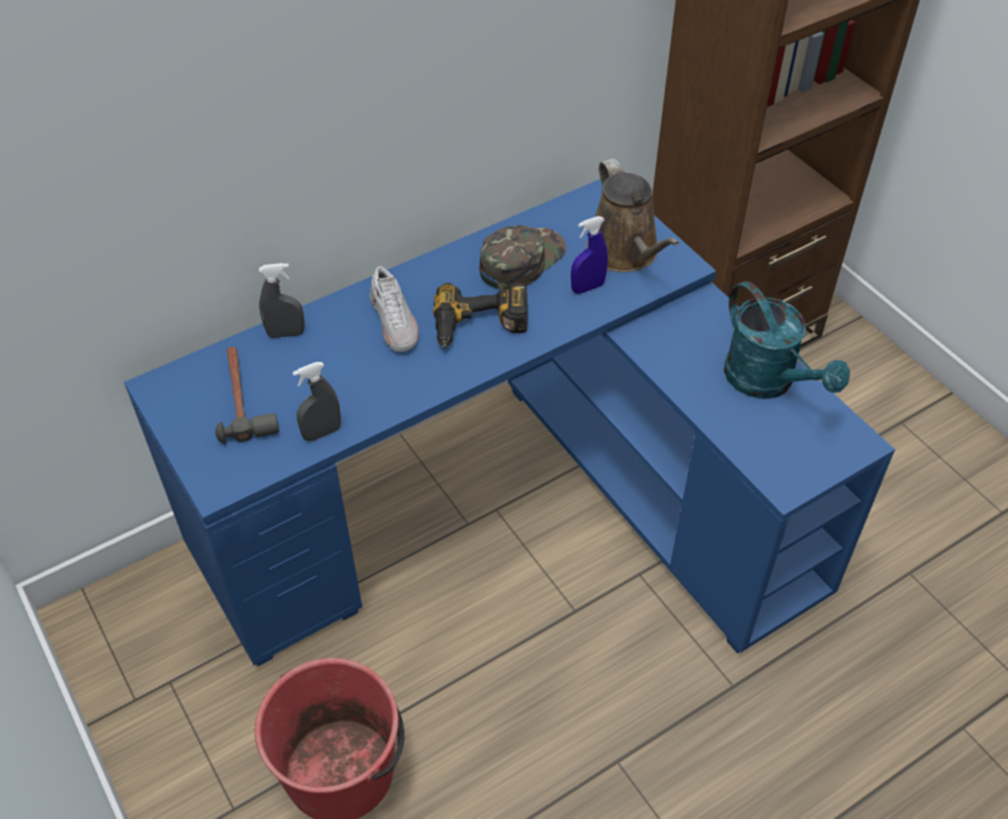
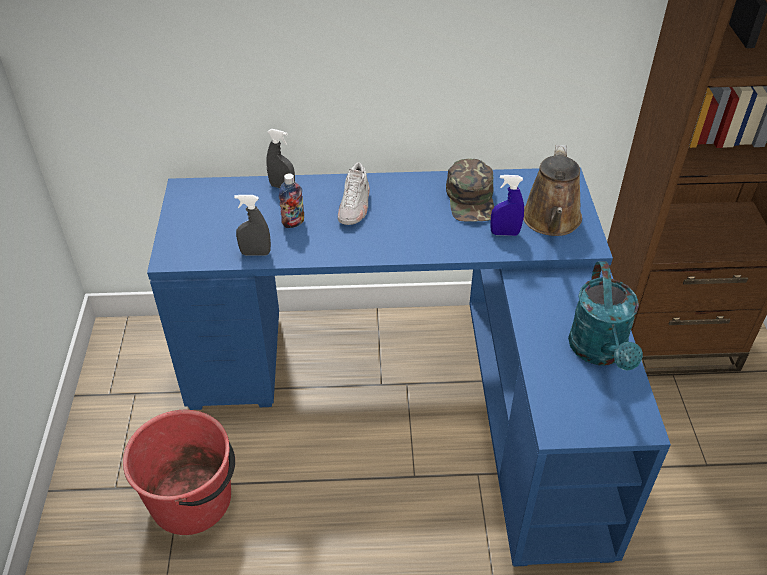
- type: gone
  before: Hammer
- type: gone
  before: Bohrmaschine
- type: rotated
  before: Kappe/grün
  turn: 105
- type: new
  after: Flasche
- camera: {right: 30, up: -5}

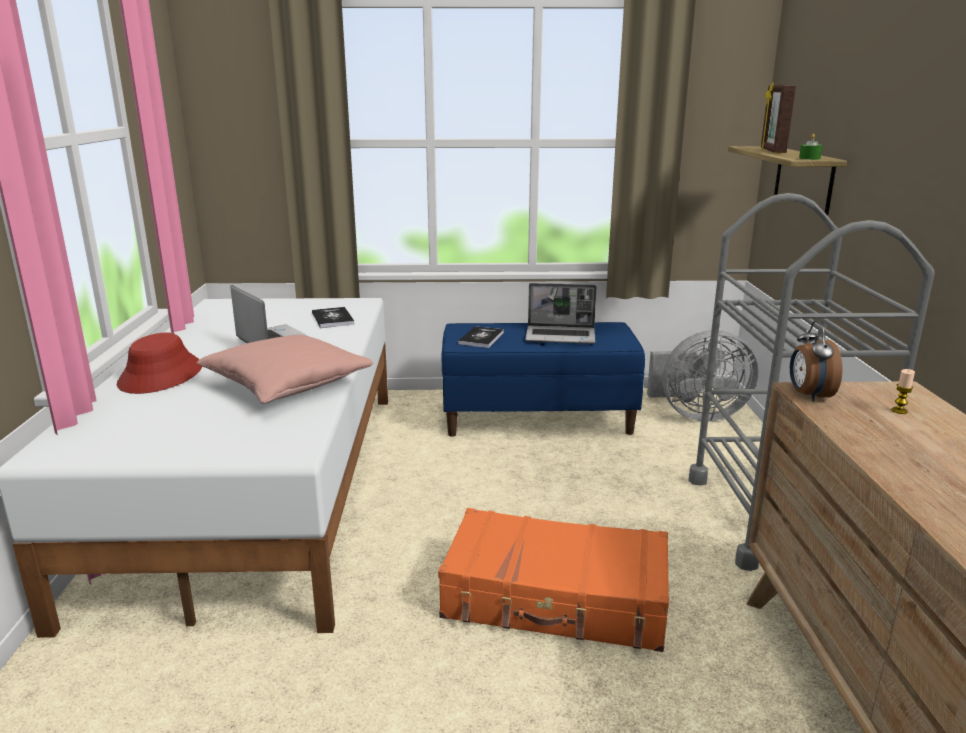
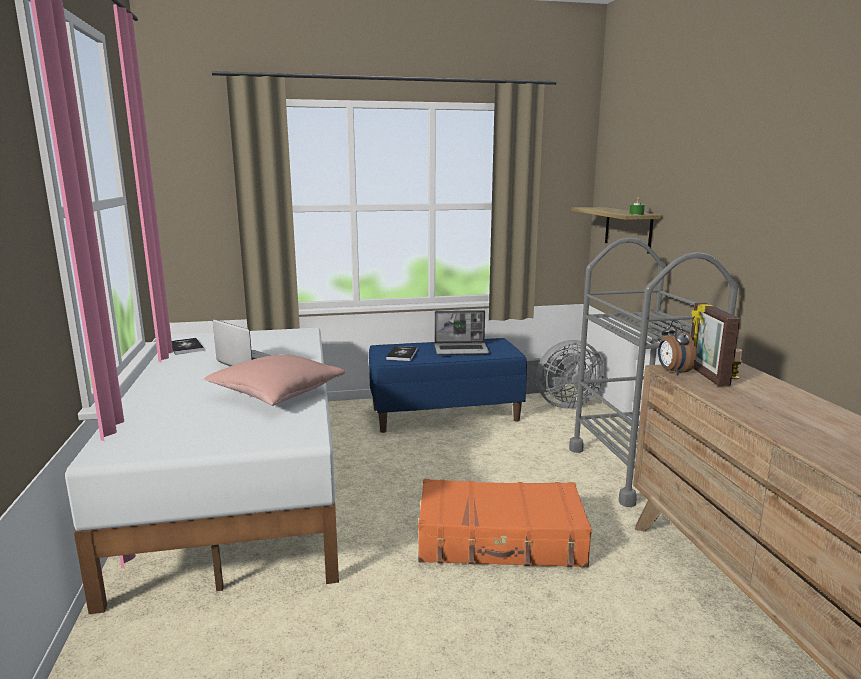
- type: gone
  before: Hut/rot
- type: shifted
  before: Buch (no. 1 from left)
- type: shifted
  before: Bilderrahmen
- camera: {right: -10, up: -5}

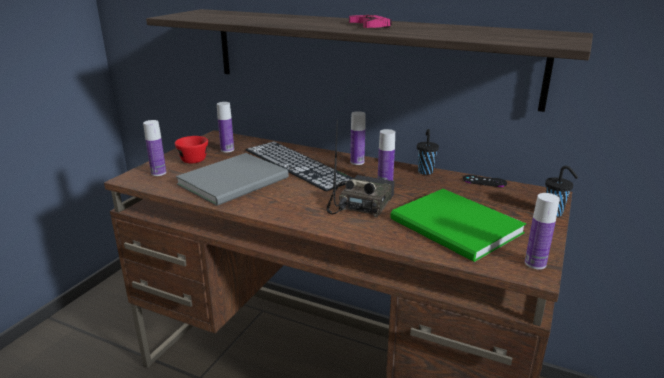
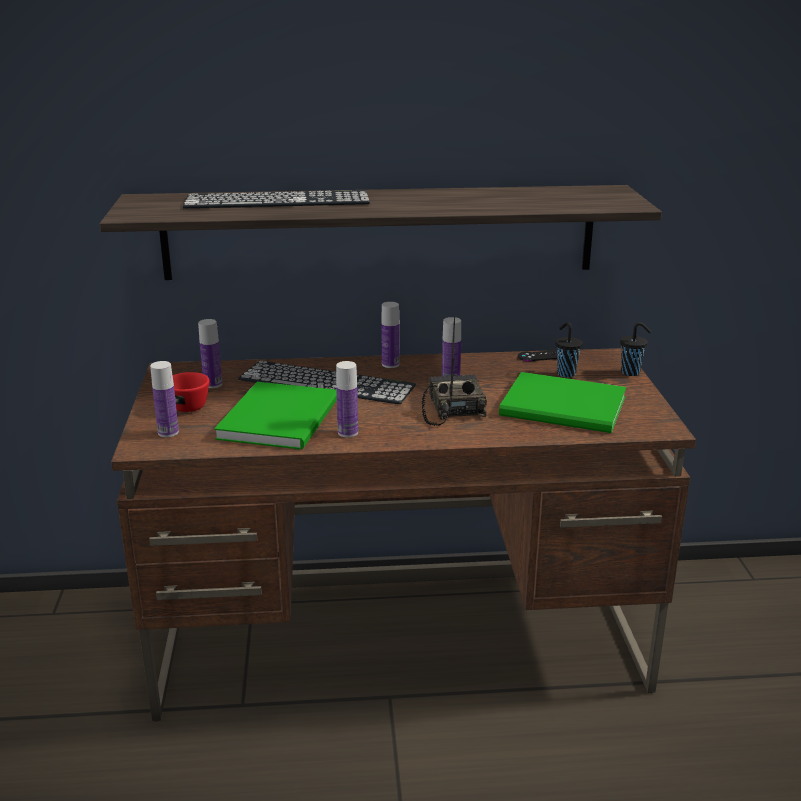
- type: repainted
  before: Buch/grau
  after: Buch/grün (no. 1 from left)
- type: gone
  before: Gamepad/rosa
- type: shifted
  before: Tasse/schwarz (no. 1 from left)
- type: shifted
  before: Flasche (no. 5 from left in the first image)
  after: Flasche (no. 3 from left)
- type: new
  after: Tastatur (no. 1 from left)
- camera: {right: -30, up: 0}

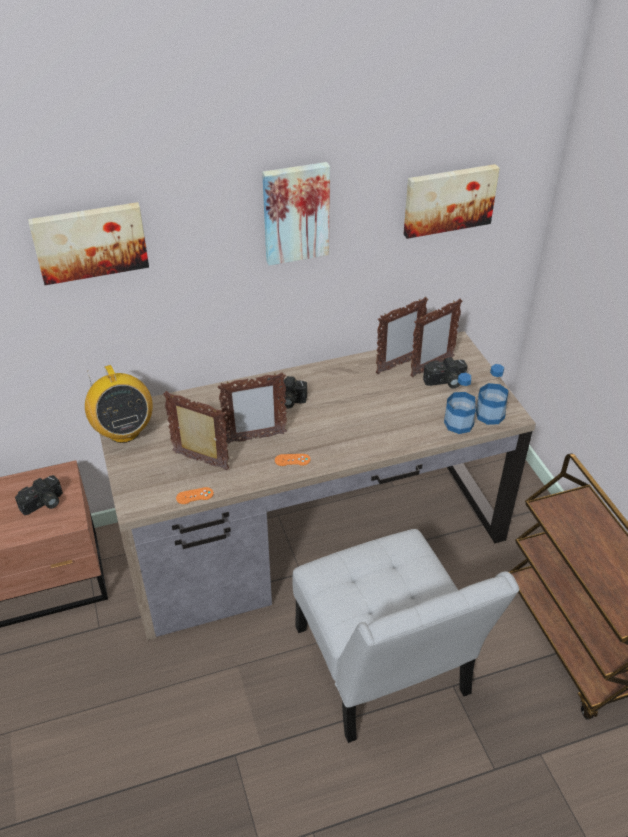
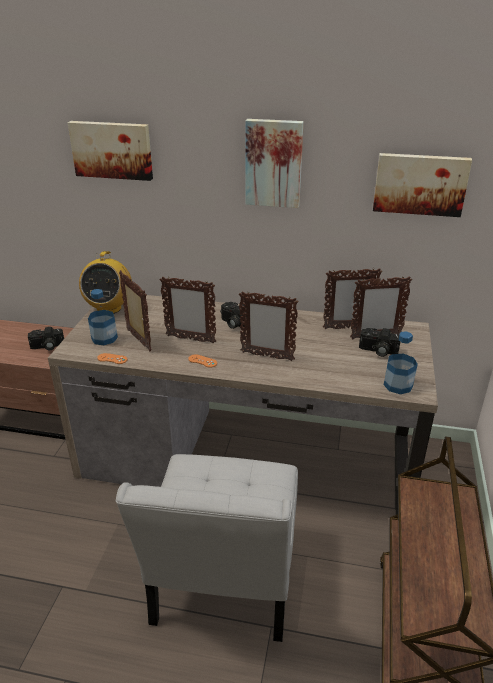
- type: shifted
  before: Flasche (no. 1 from left)
- type: new
  after: Bilderrahmen (no. 3 from left)
- camera: {right: 30, up: -10}

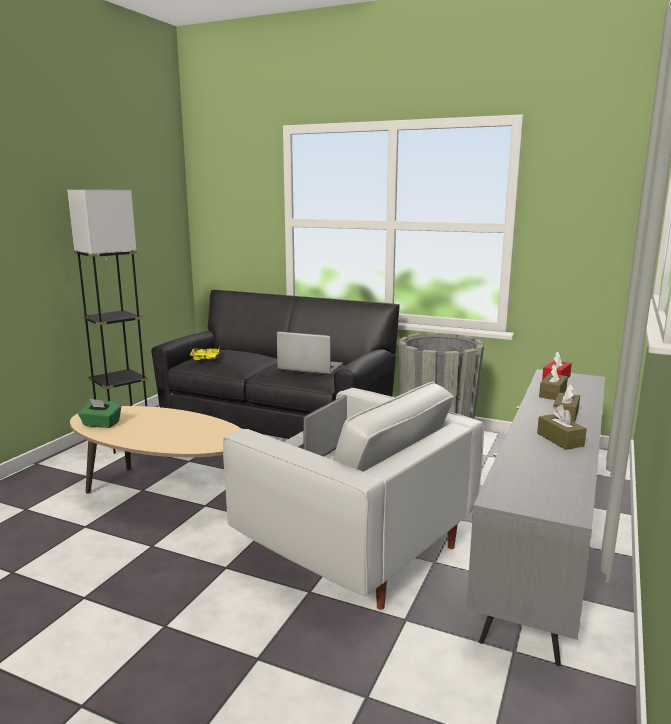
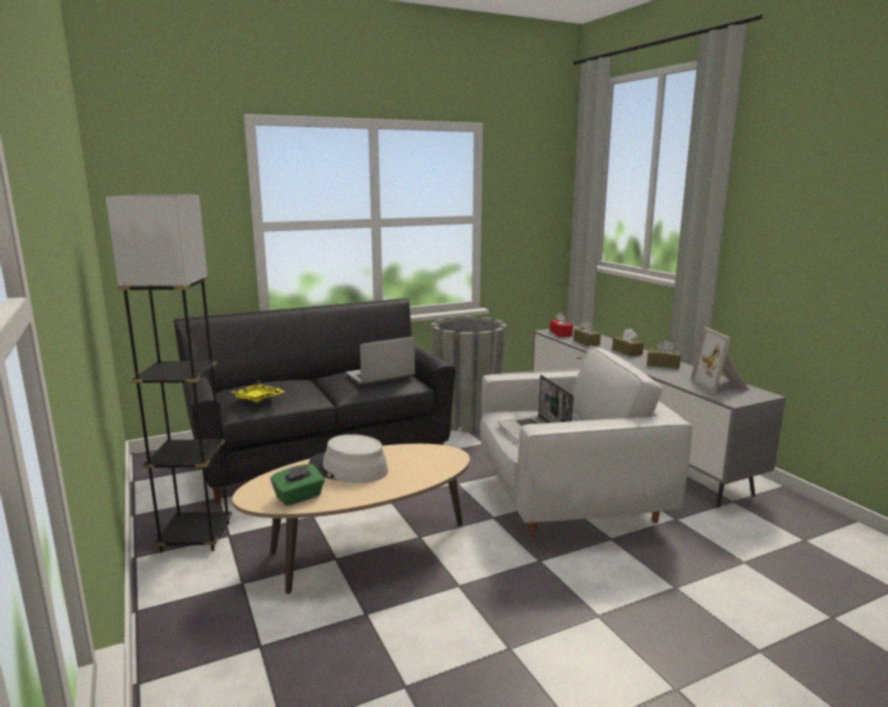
- type: new
  after: Hut/grau
- type: new
  after: Bilderrahmen
- camera: {right: -50, up: 0}

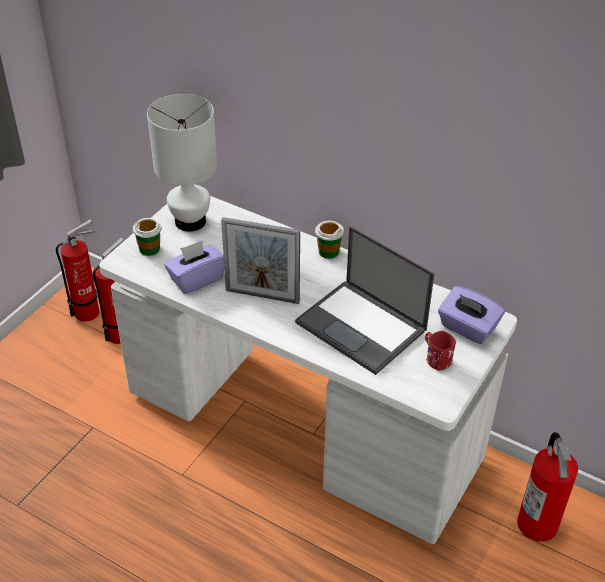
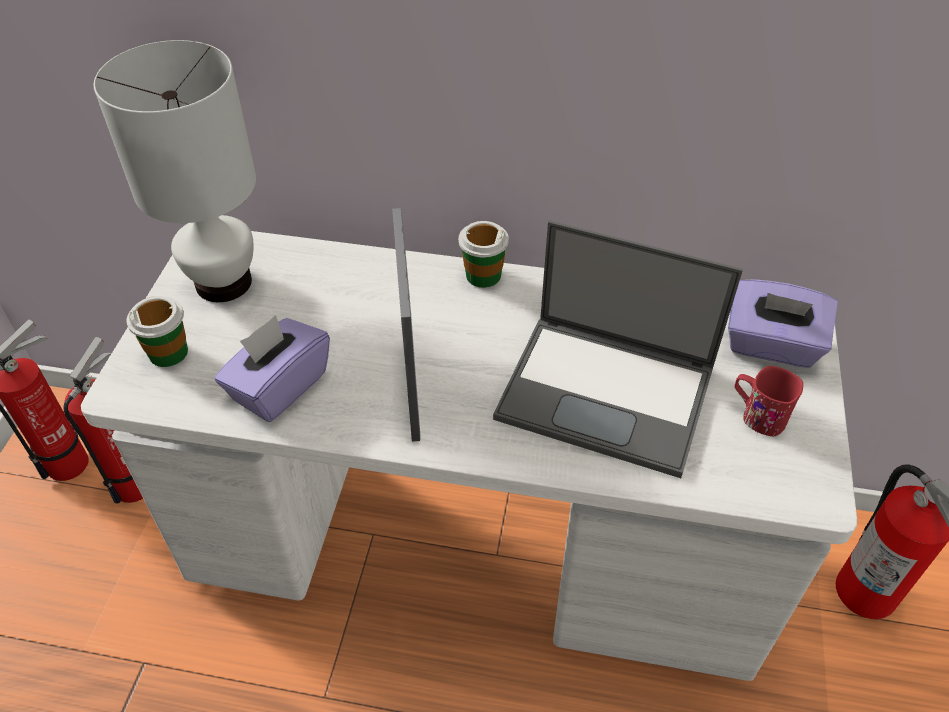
- type: rotated
  before: Bilderrahmen
  turn: -90
- camera: {right: -20, up: 5}

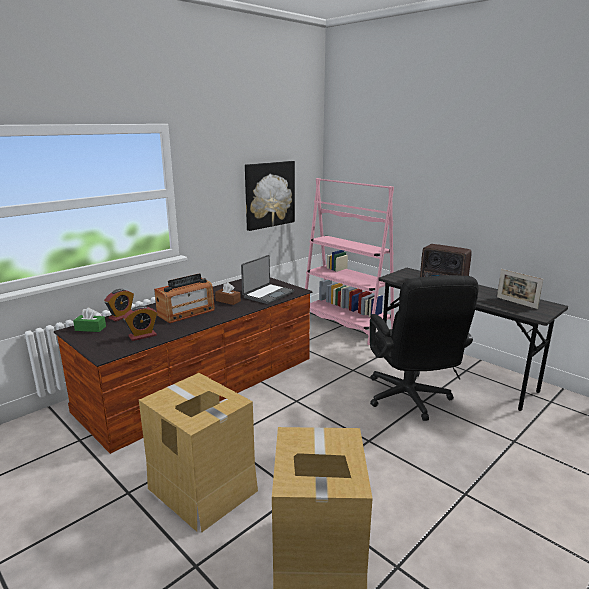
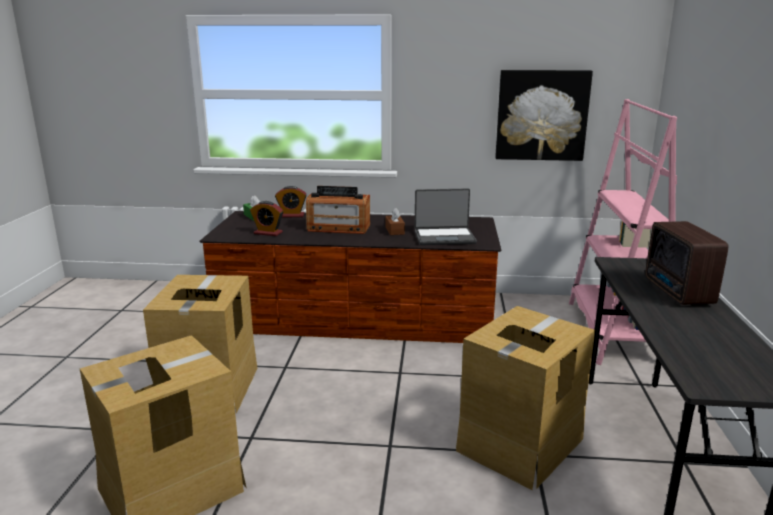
- type: swapped
  before: Bürostuhl/schwarz
  after: Karton (no. 3 from left)
- type: gone
  before: Bilderrahmen
- camera: {right: 50, up: 0}

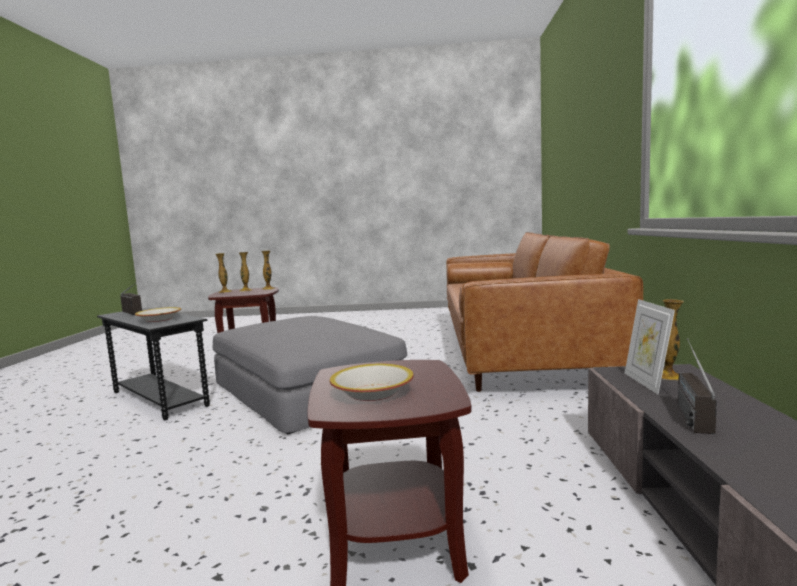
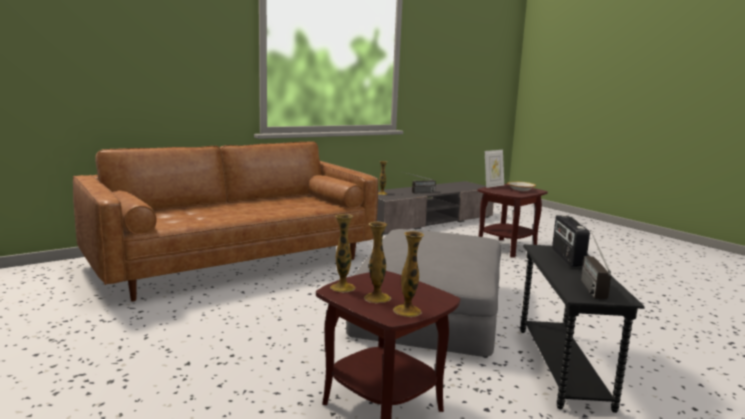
- type: swapped
  before: Schüssel (no. 1 from left)
  after: Radio (no. 2 from left)
- type: shifted
  before: Bilderrahmen
- camera: {right: -130, up: 5}

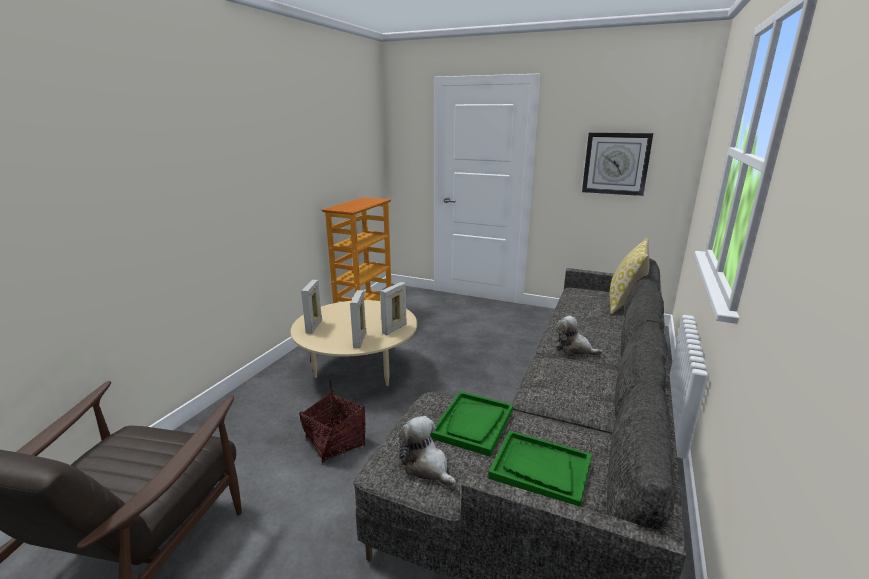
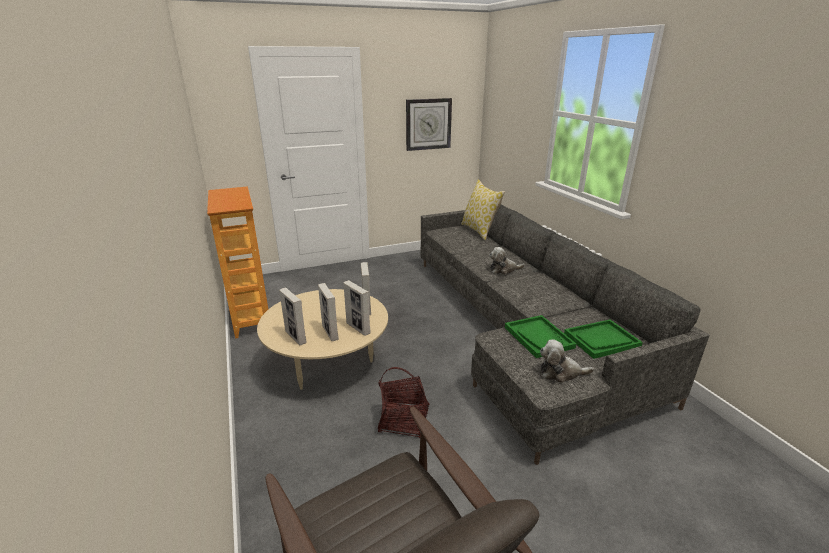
- type: new
  after: Bilderrahmen (no. 2 from left)
- camera: {right: -45, up: 5}

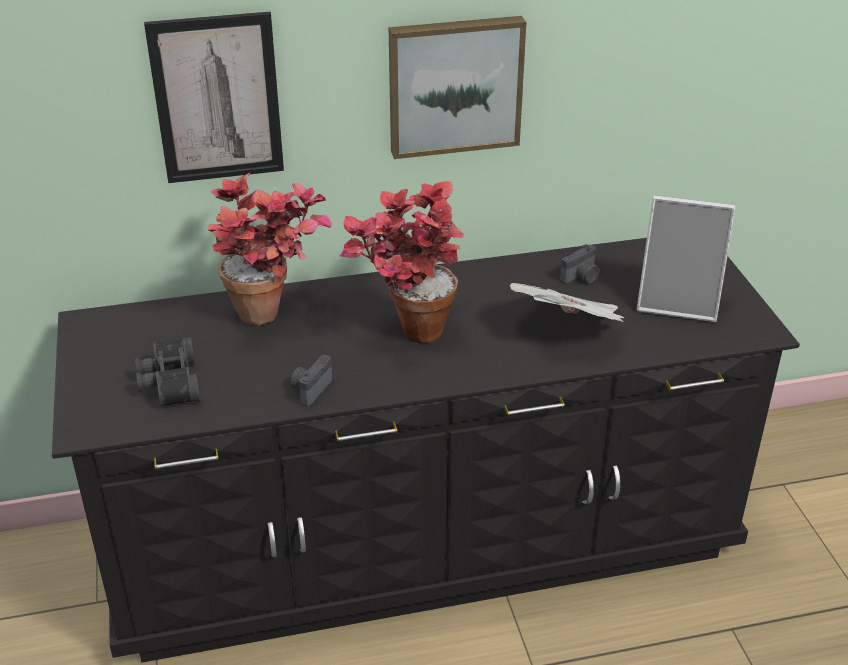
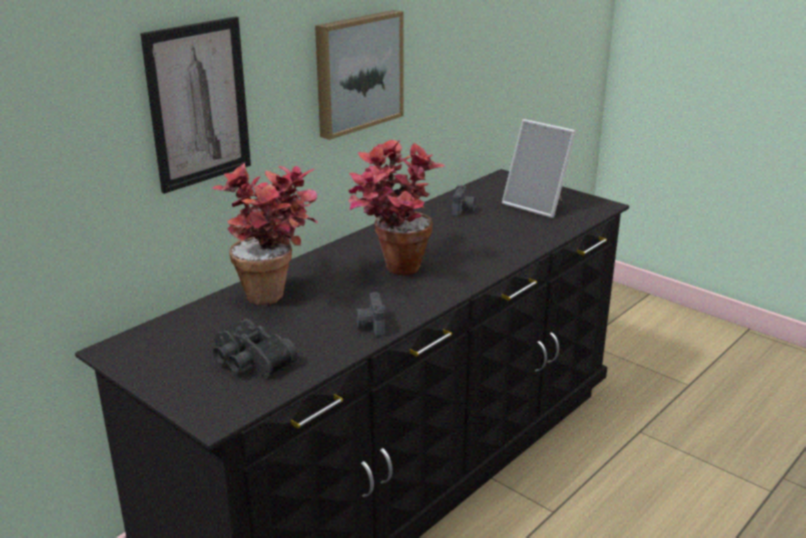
- type: gone
  before: Zeitung
- type: rotated
  before: Bilderrahmen
  turn: 60
- camera: {right: -35, up: -10}

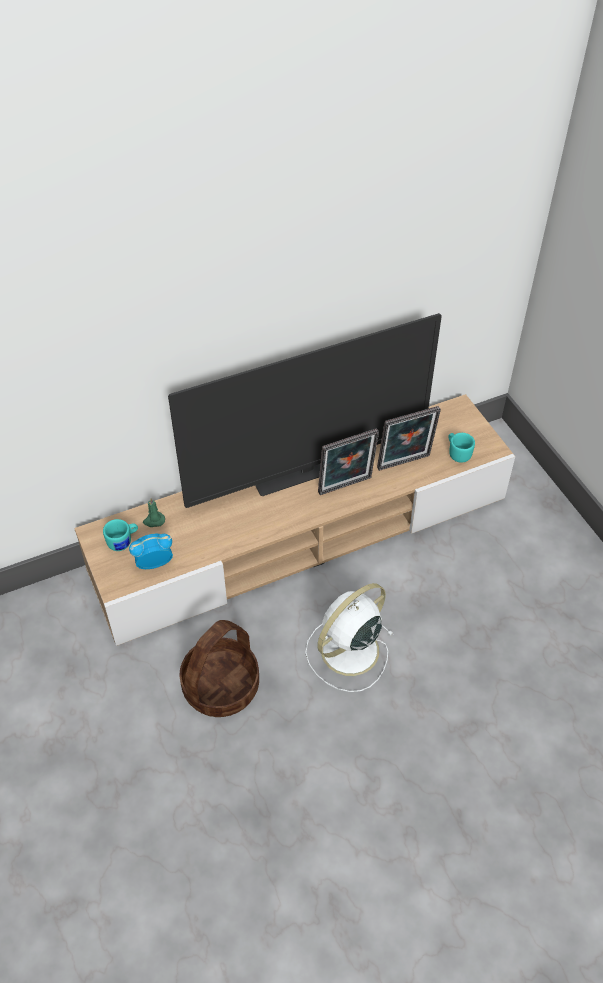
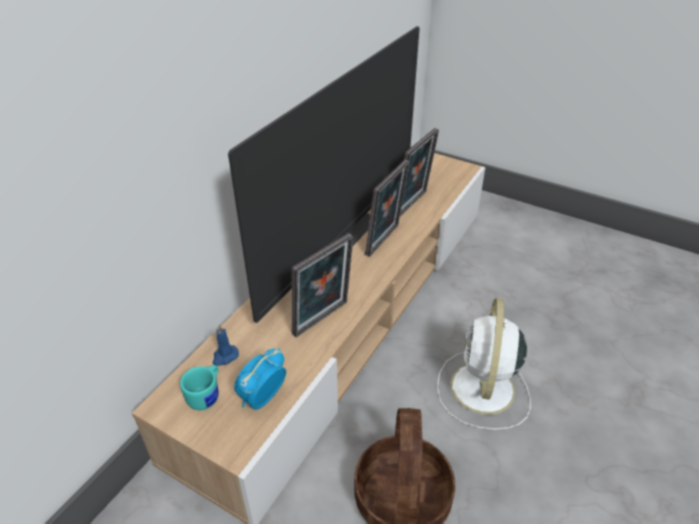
- type: repainted
  before: Kerze/grün
  after: Kerze/blau
- type: gone
  before: Henkelbecher/türkis (no. 2 from left)
- type: new
  after: Bilderrahmen (no. 1 from left)
- camera: {right: -35, up: -10}

